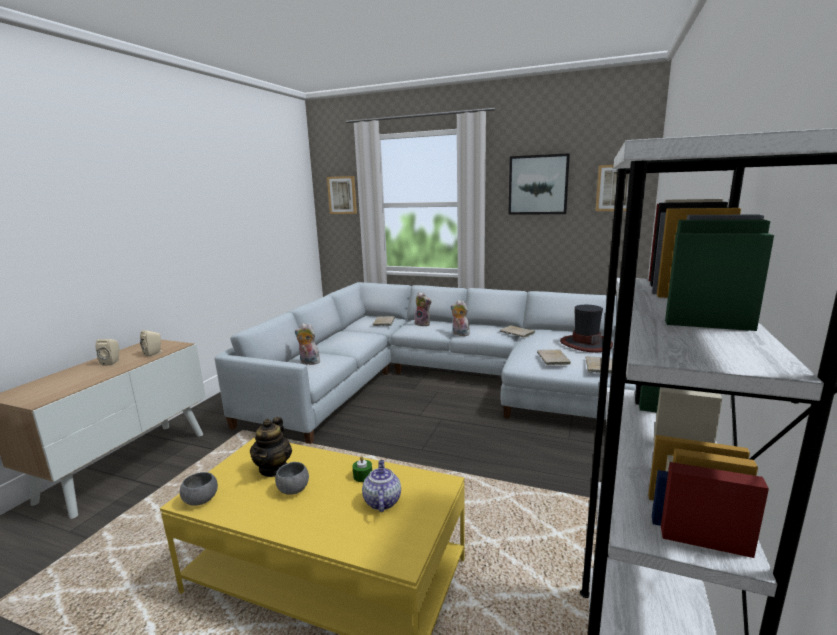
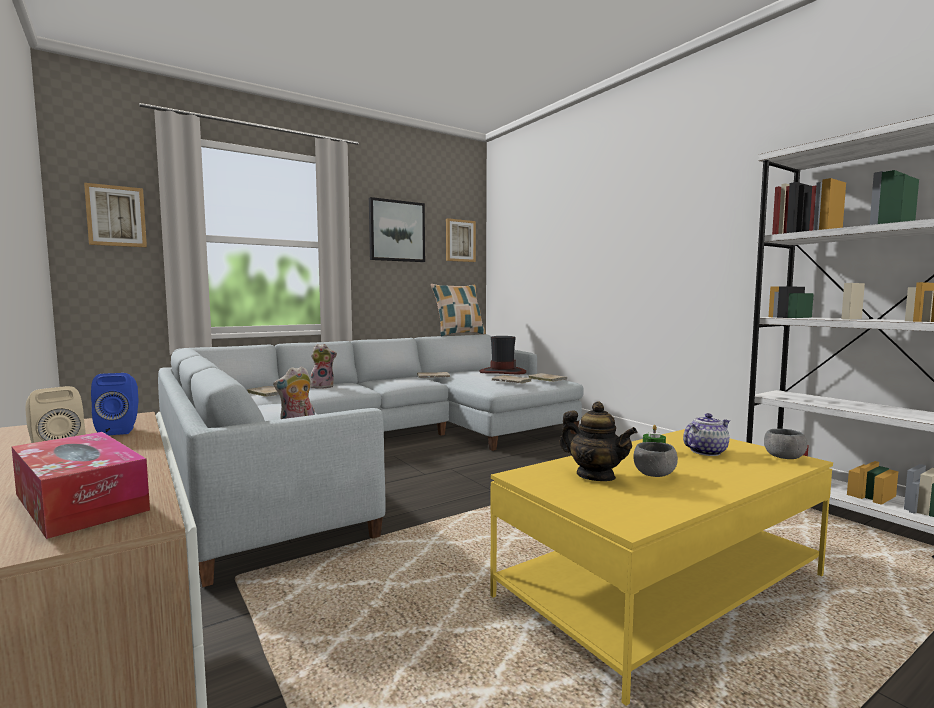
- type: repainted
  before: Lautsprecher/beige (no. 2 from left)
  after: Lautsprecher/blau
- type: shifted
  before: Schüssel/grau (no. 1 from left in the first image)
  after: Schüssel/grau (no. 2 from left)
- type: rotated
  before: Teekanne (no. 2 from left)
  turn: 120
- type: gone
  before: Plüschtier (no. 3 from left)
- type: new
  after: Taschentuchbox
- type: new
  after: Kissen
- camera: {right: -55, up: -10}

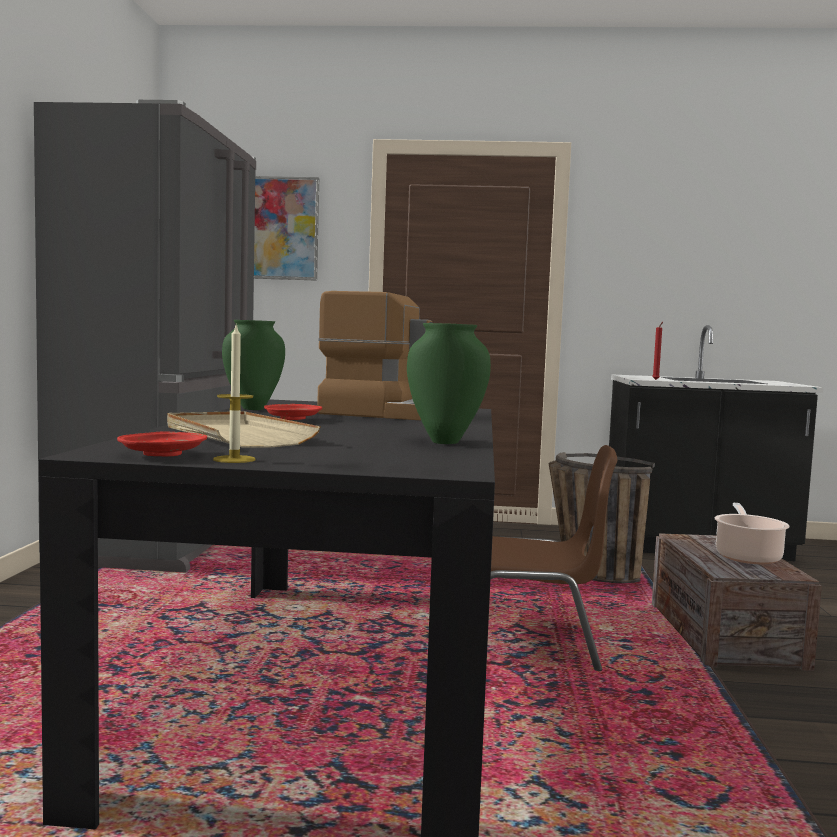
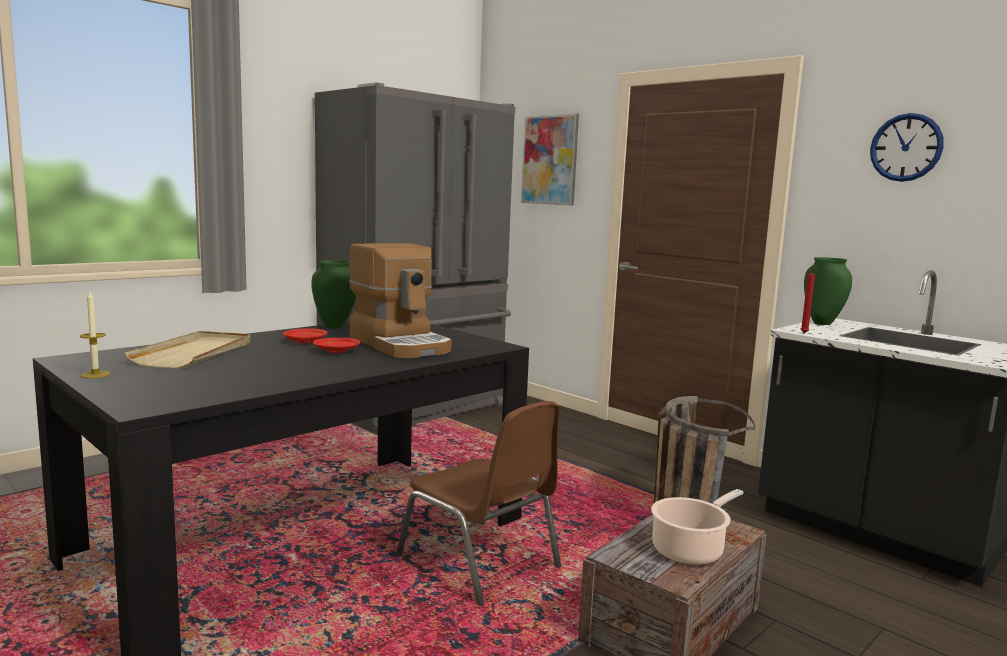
- type: shifted
  before: Teller/rot (no. 1 from left in the first image)
  after: Teller/rot (no. 2 from left)
- type: shifted
  before: Vase/grün (no. 2 from left)
- type: new
  after: Wanduhr
- camera: {right: 40, up: 5}

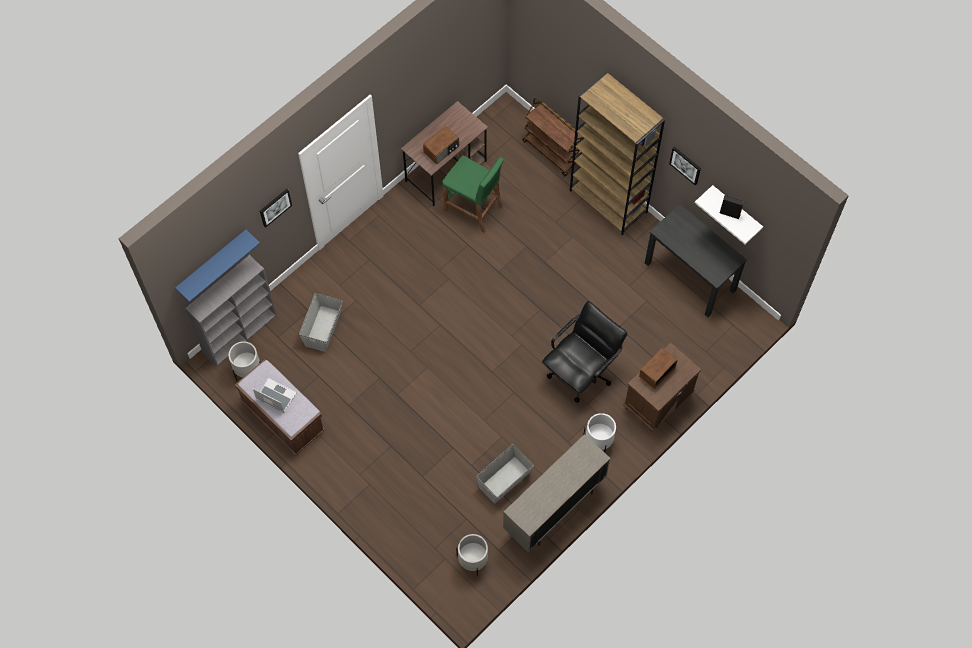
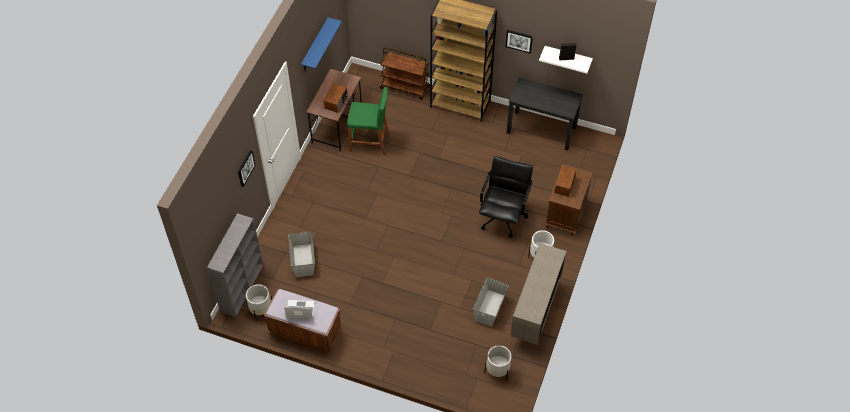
- type: shifted
  before: Wandregal/blau
- camera: {right: -25, up: -10}

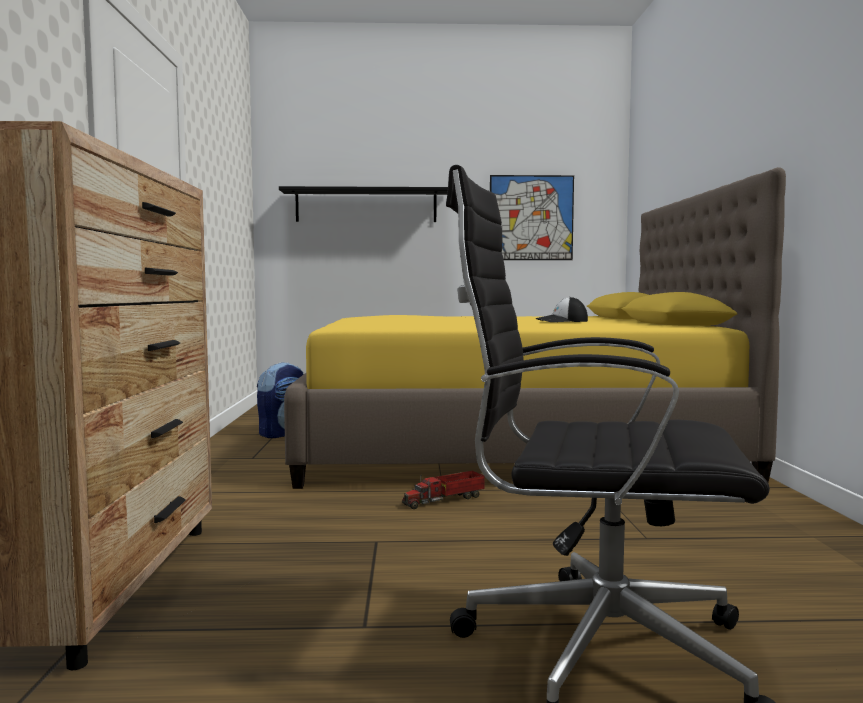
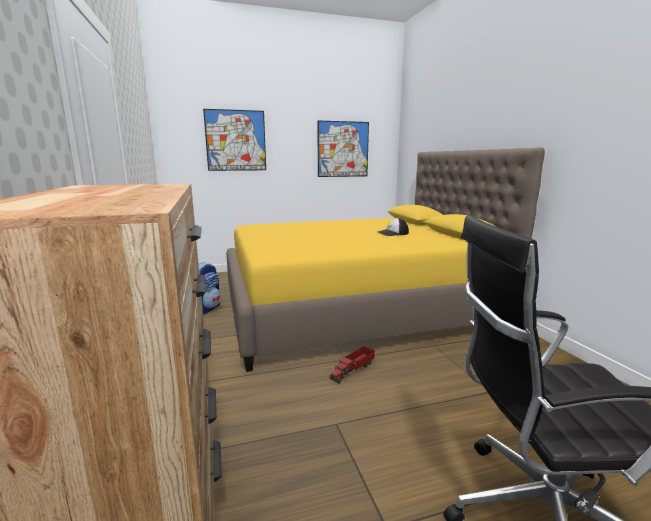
- type: swapped
  before: Wandregal/schwarz
  after: Bild (no. 1 from left)
- camera: {right: -15, up: 10}

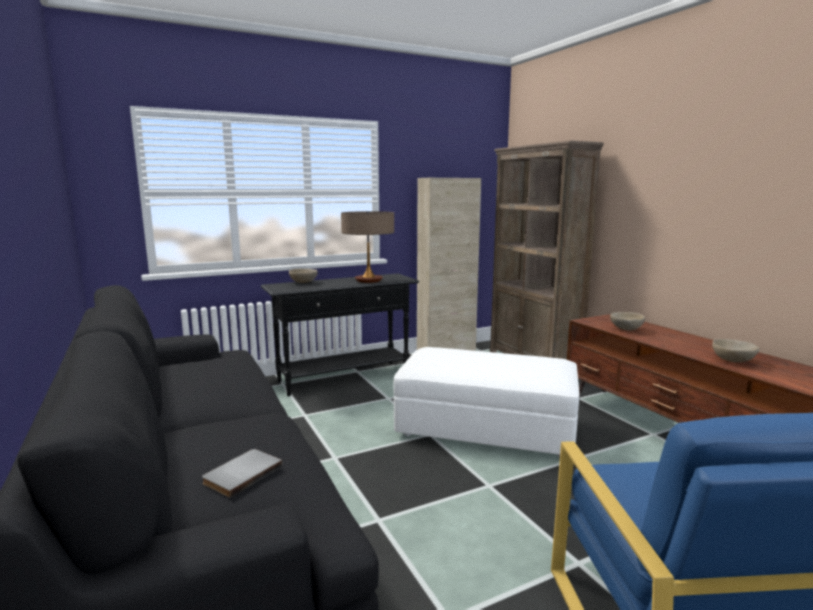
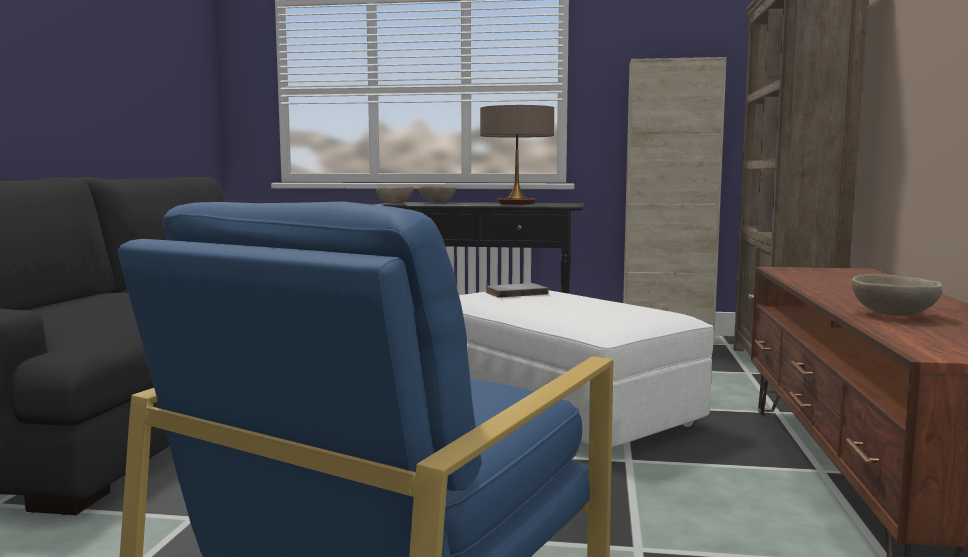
- type: shifted
  before: Buch/grau
- type: shifted
  before: Schüssel/beige (no. 2 from left in the first image)
  after: Schüssel/beige (no. 1 from left)
- camera: {right: 35, up: -5}

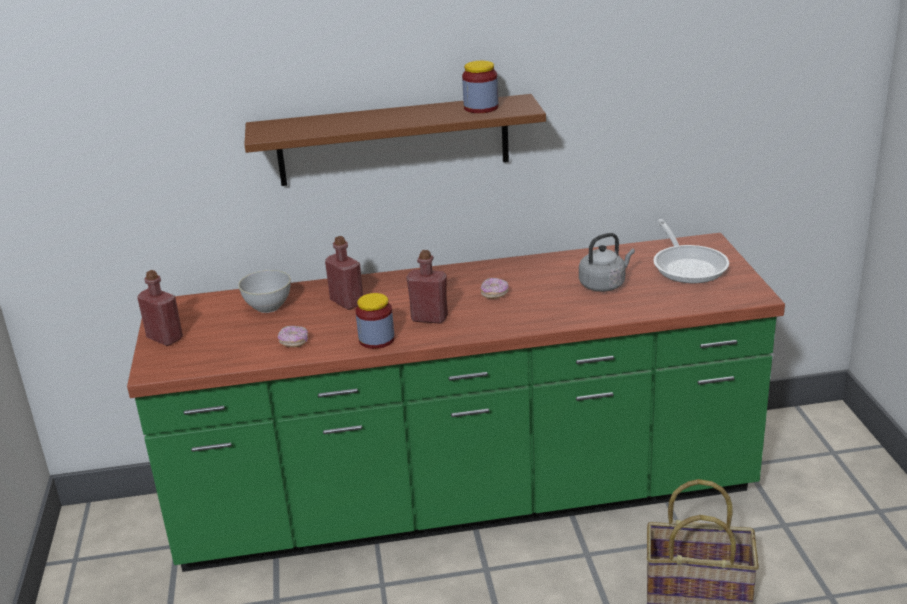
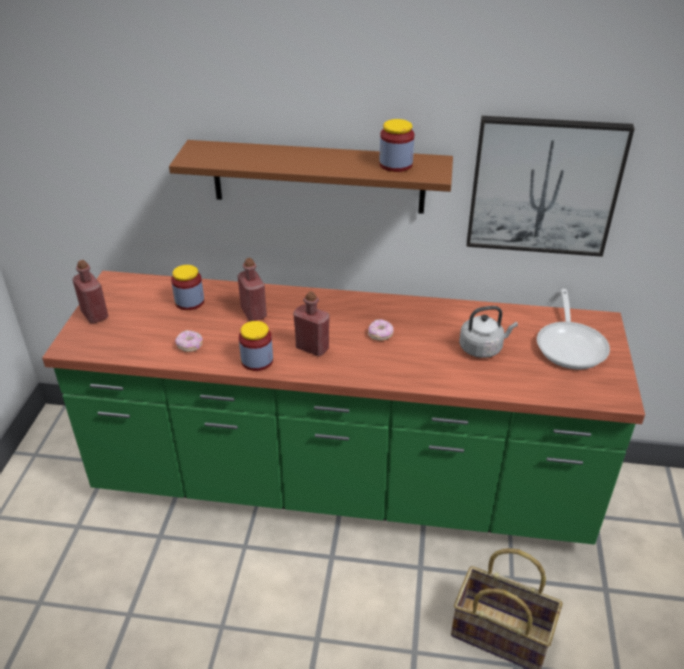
- type: swapped
  before: Schüssel/grau
  after: Vorratsglas (no. 1 from left)
- type: new
  after: Bild
- camera: {right: 15, up: 10}

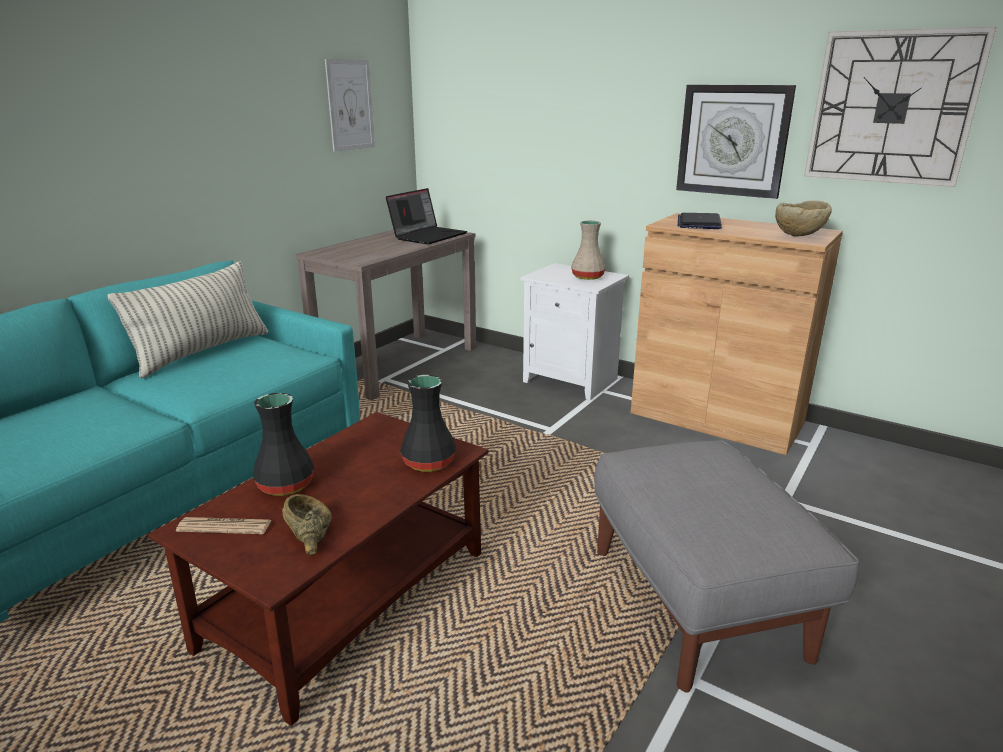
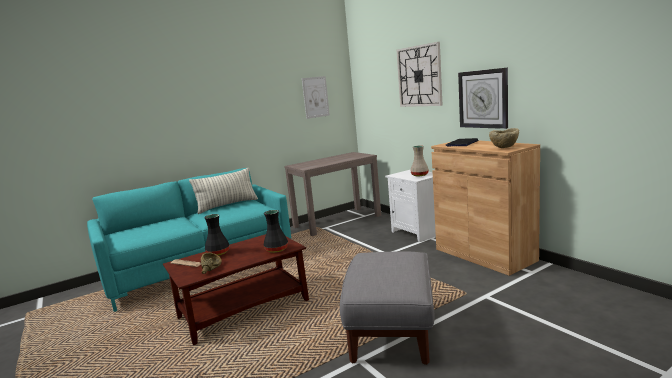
- type: gone
  before: Laptop (no. 1 from left)
- type: shifted
  before: Wanduhr (no. 2 from left in the first image)
  after: Wanduhr (no. 1 from left)
- camera: {right: 25, up: -10}

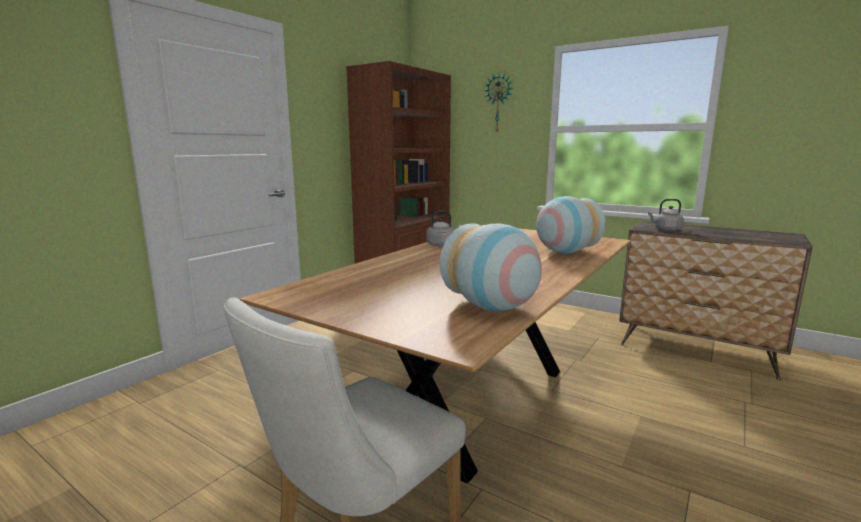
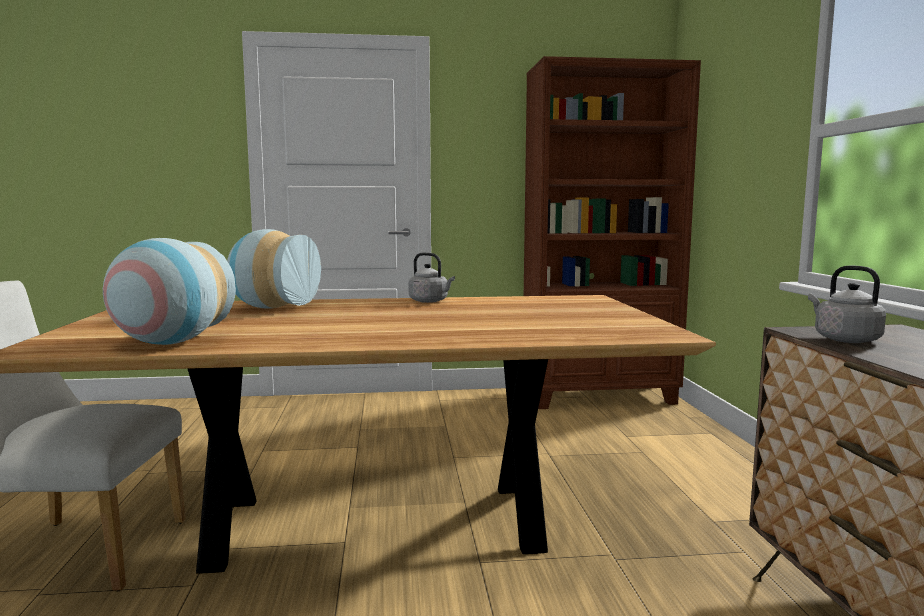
- type: gone
  before: Wanduhr
- type: shifted
  before: Vase (no. 2 from left)
- camera: {right: 50, up: -5}

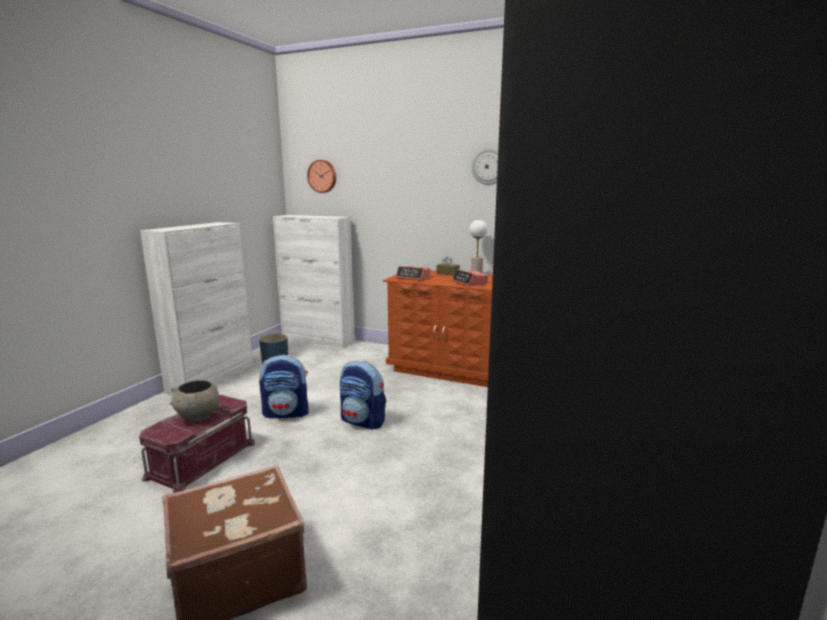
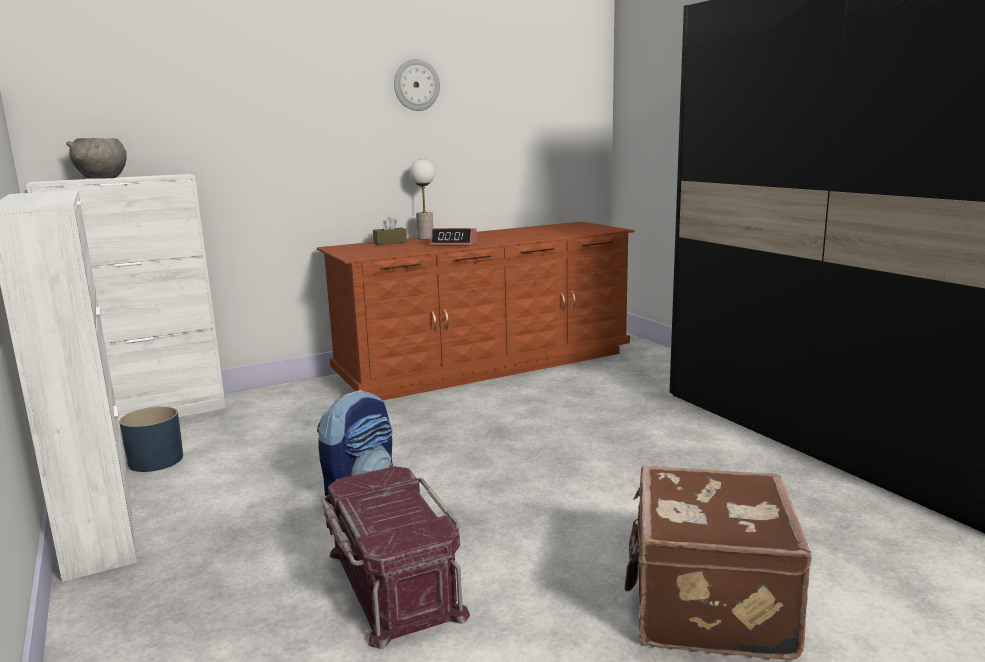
- type: shifted
  before: Schüssel/grau
- type: gone
  before: Wanduhr (no. 1 from left)
- type: gone
  before: Rucksack (no. 2 from left)
- type: gone
  before: Wecker (no. 1 from left)
- camera: {right: -50, up: 0}

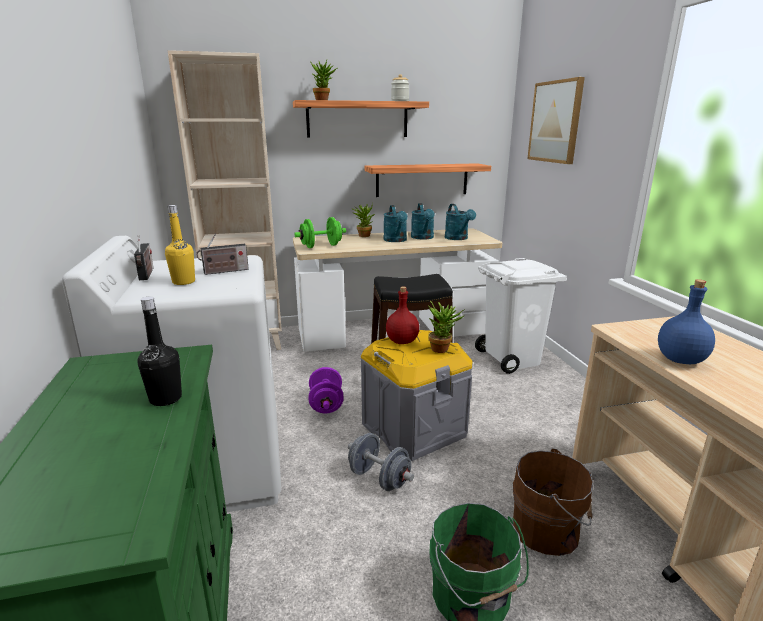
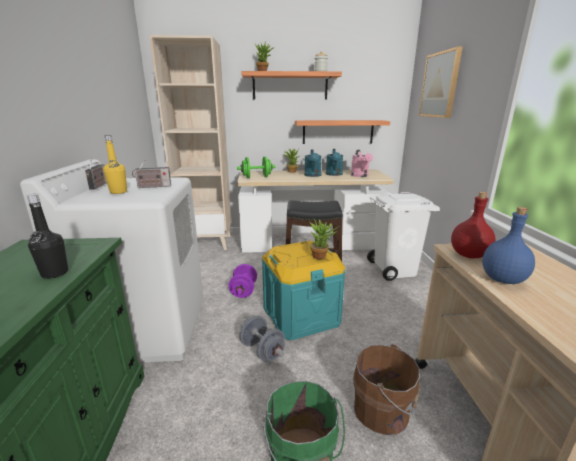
- type: repainted
  before: Aufbewahrungsbox/grau
  after: Aufbewahrungsbox/türkis
- type: shifted
  before: Flasche/rot
- type: repainted
  before: Gießkanne/türkis (no. 3 from left)
  after: Gießkanne/rosa
- camera: {right: 10, up: 0}

